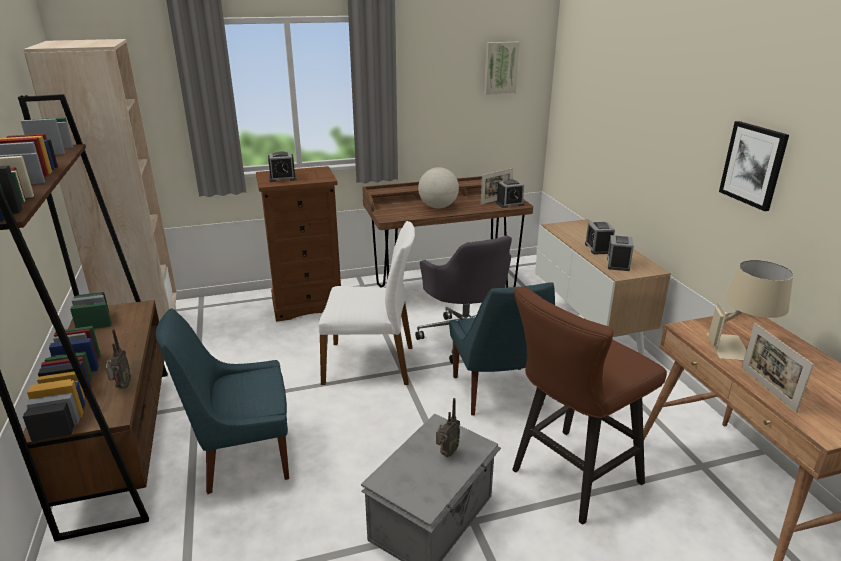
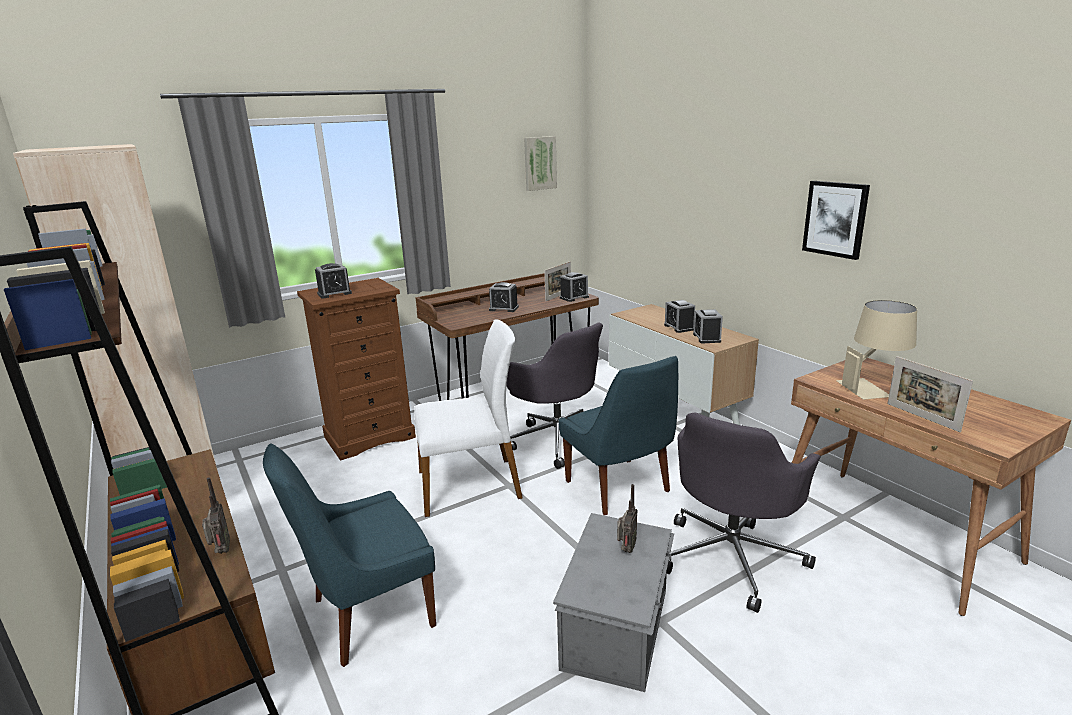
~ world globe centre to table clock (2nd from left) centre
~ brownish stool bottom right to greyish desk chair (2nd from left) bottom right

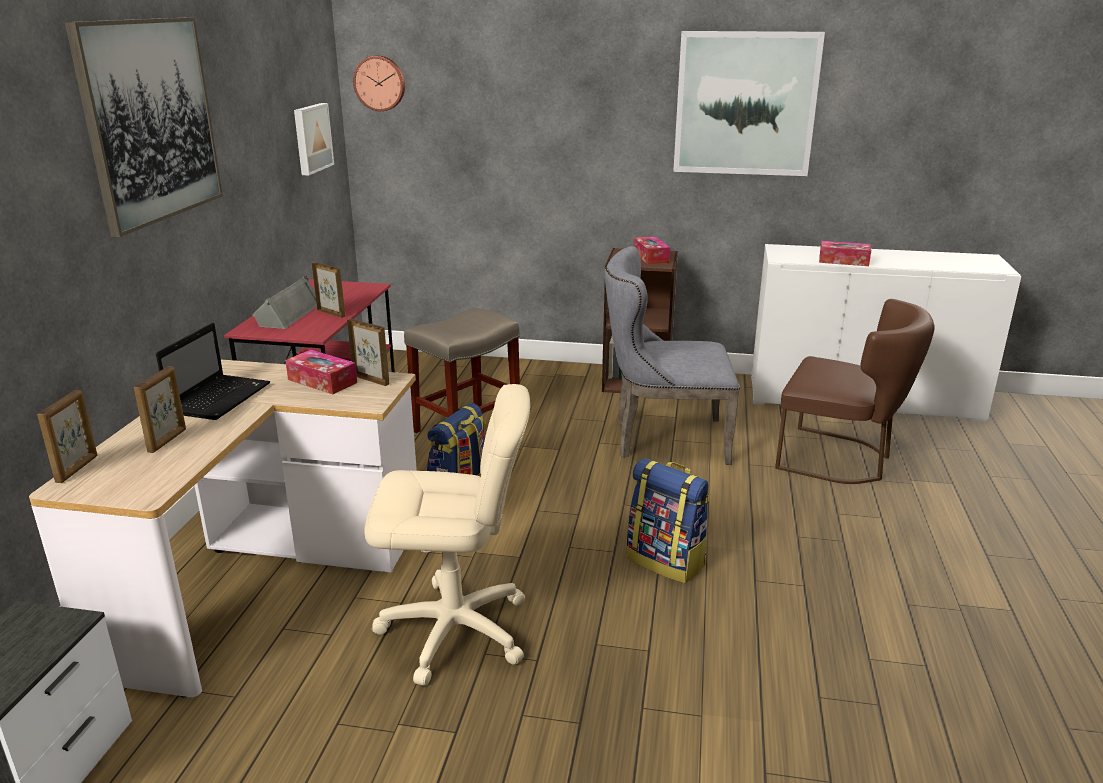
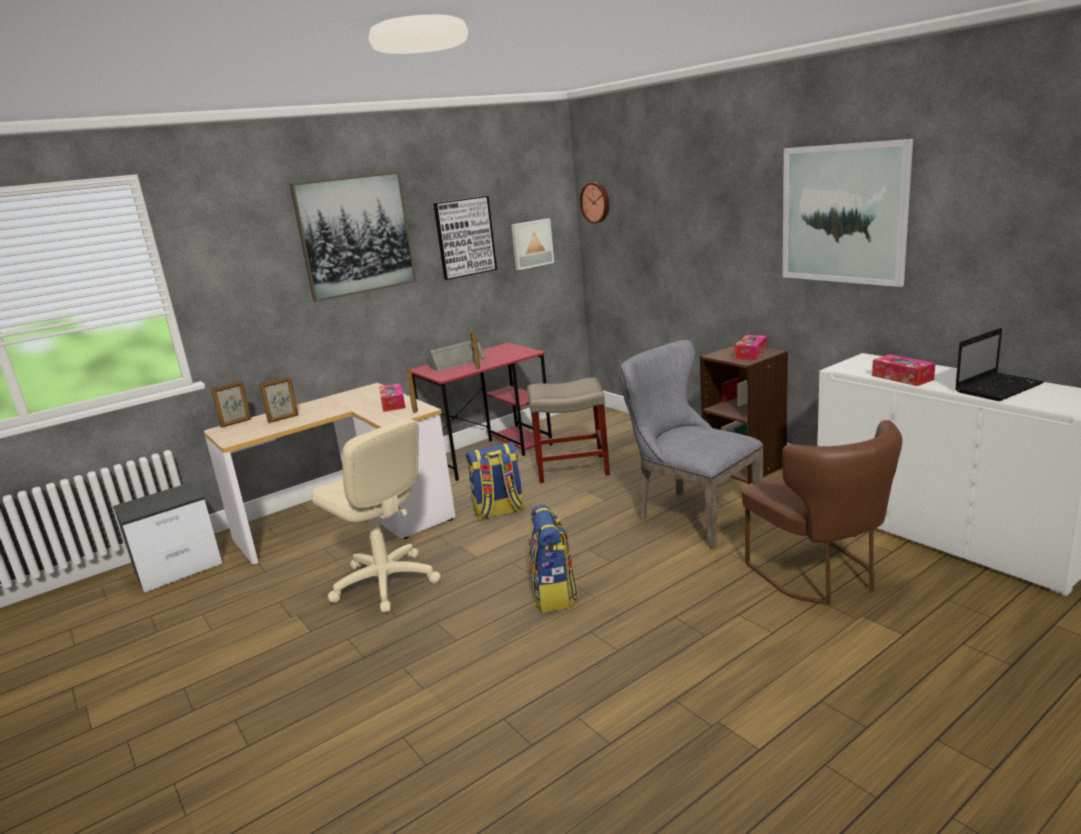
+ picture (2nd from left) top centre
~ laptop middle left to middle right

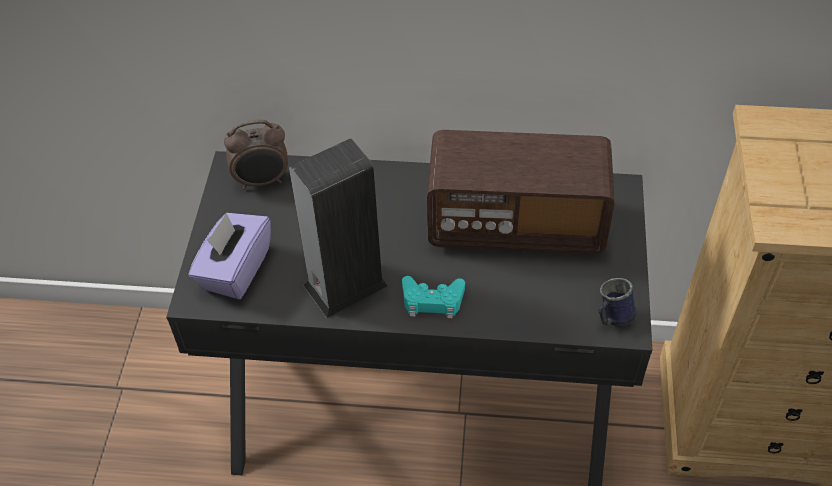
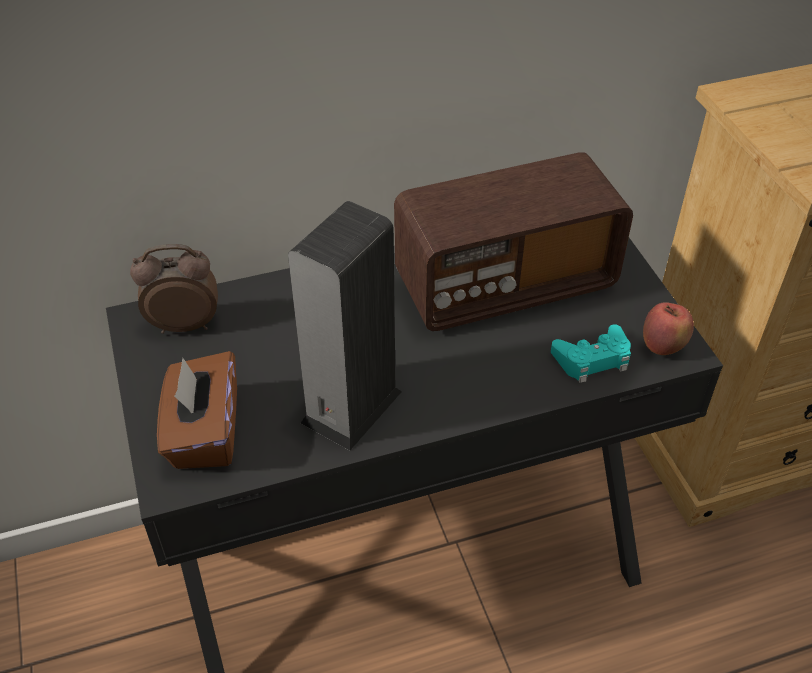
~ table clock top left = middle left 150 degrees counterclockwise
~ purple-coloured tissue box middle left to brownish tissue box middle left
~ turquoise gamepad centre to middle right
~ blue-coloured tea mug middle right to whole apple middle right

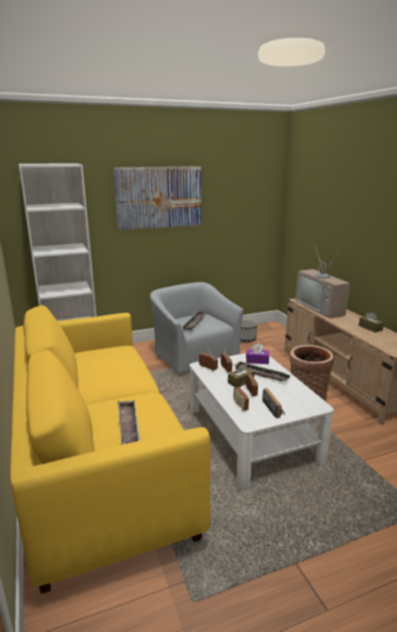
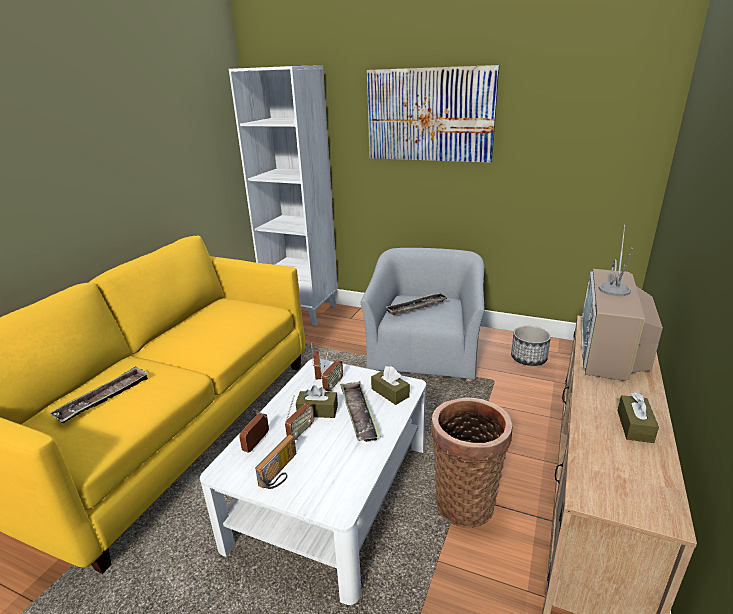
~ purple-coloured tissue box centre to brownish tissue box (2nd from left) centre

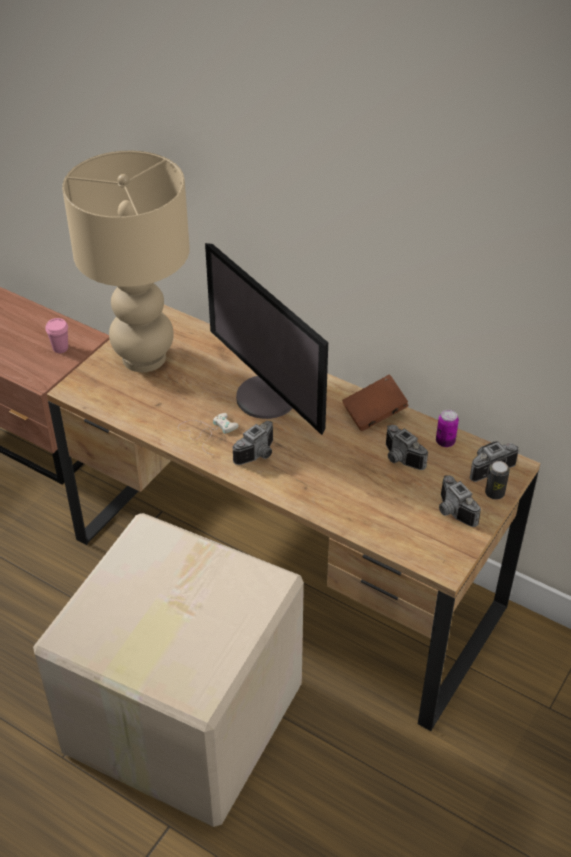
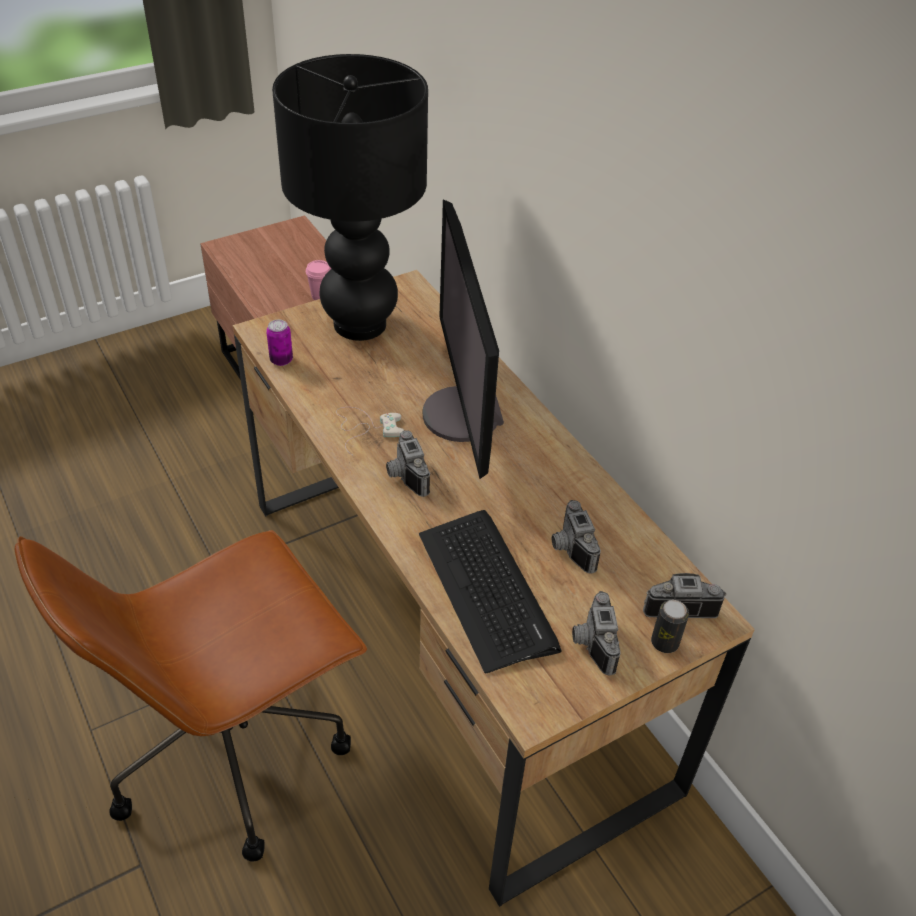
~ packing box bottom left to brownish desk chair bottom left
~ sealed can (1st from left) middle right to middle left
~ beige lamp for a table top left to black-coloured lamp for a table top centre
~ still camera (1st from left) centre = centre 90 degrees clockwise
+ computer keyboard centre
- brownish volume centre

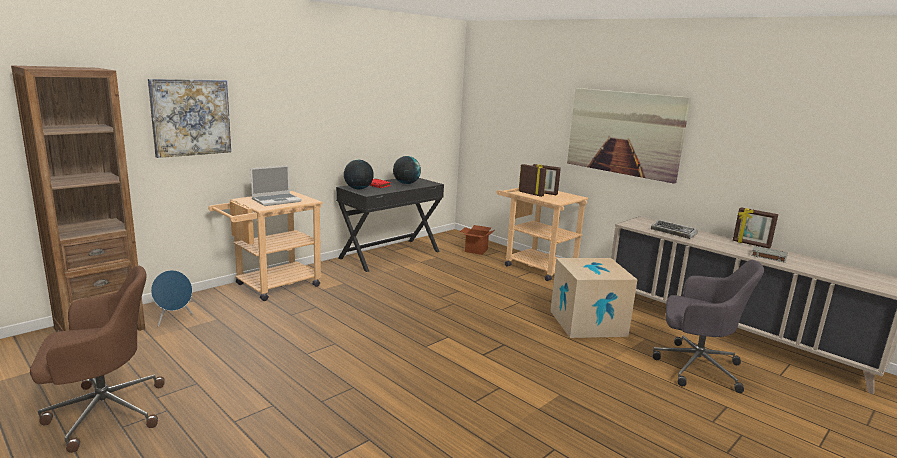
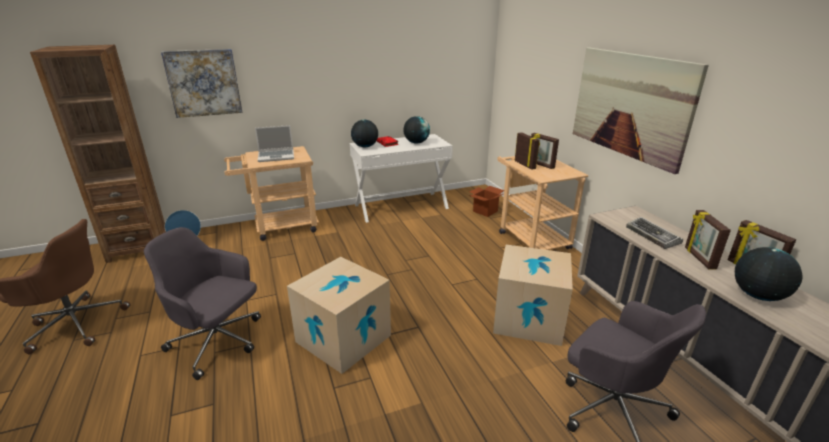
+ greyish desk chair (1st from left) bottom left
+ packing box (1st from left) bottom centre
~ black-coloured desk centre to whitish desk centre
+ standing frame (3rd from left) middle right
~ greyish volume middle right to world globe (3rd from left) middle right

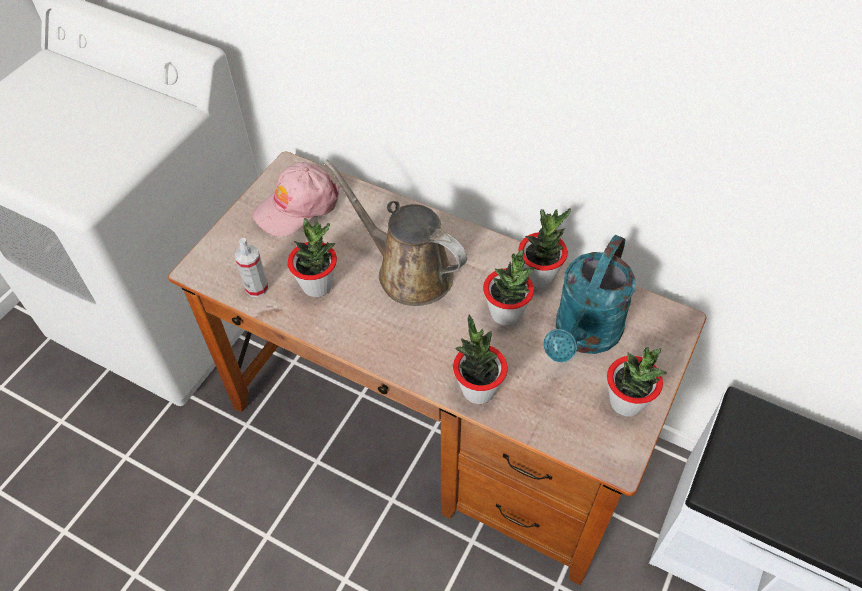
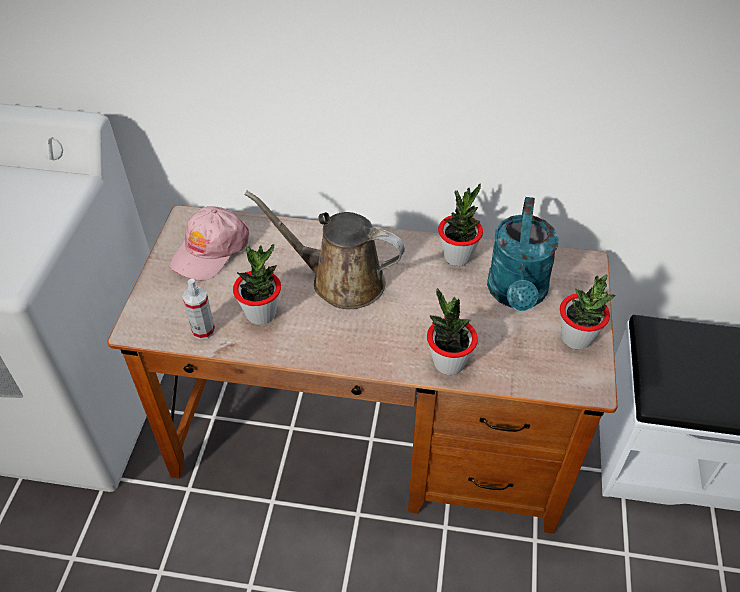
- plant in a pot (3rd from left) centre

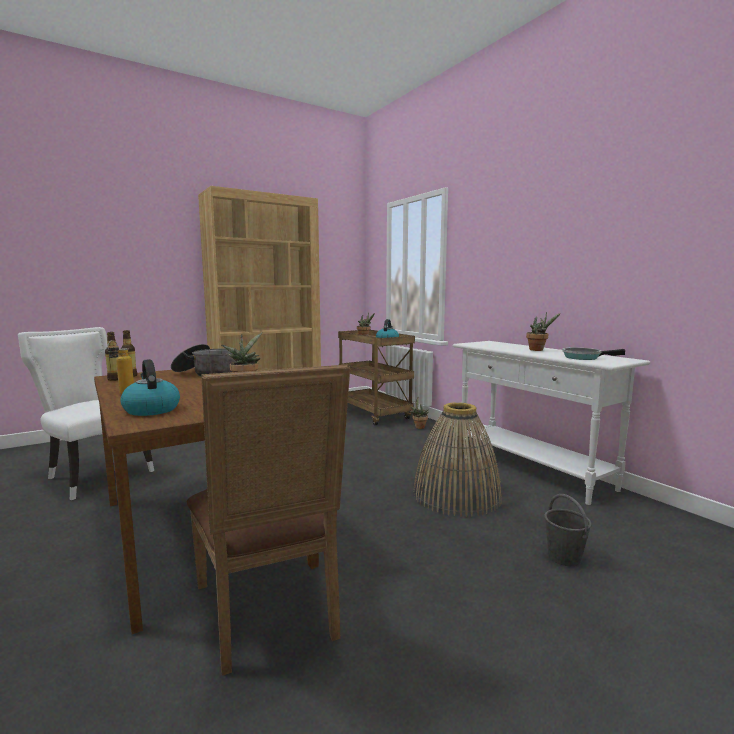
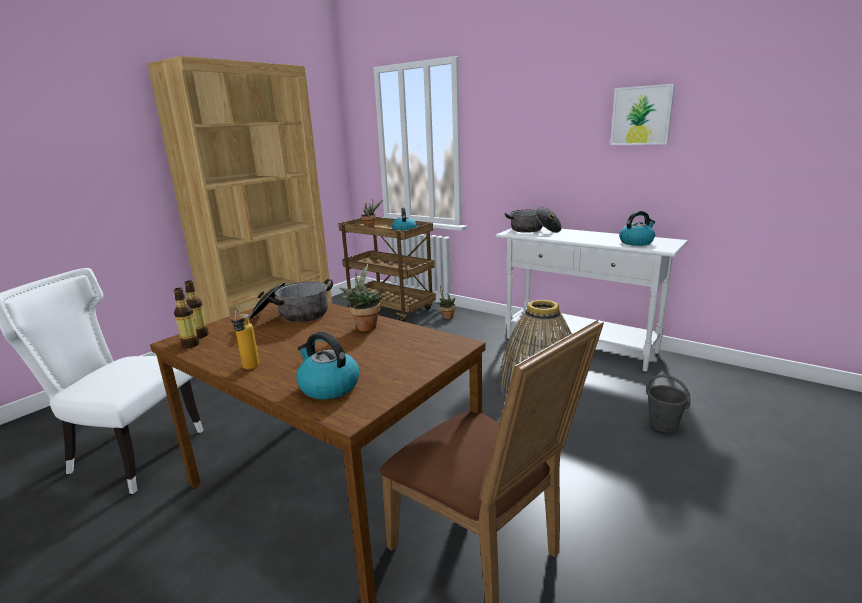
+ cooking pot (2nd from left) centre
+ picture top right
~ frying pan middle right to kettle (3rd from left) middle right
- plant in a pot (4th from left) middle right

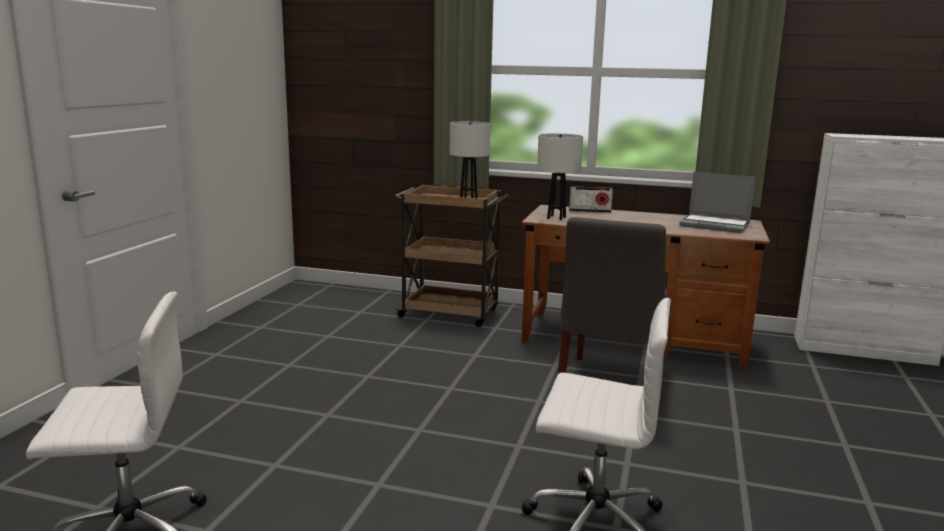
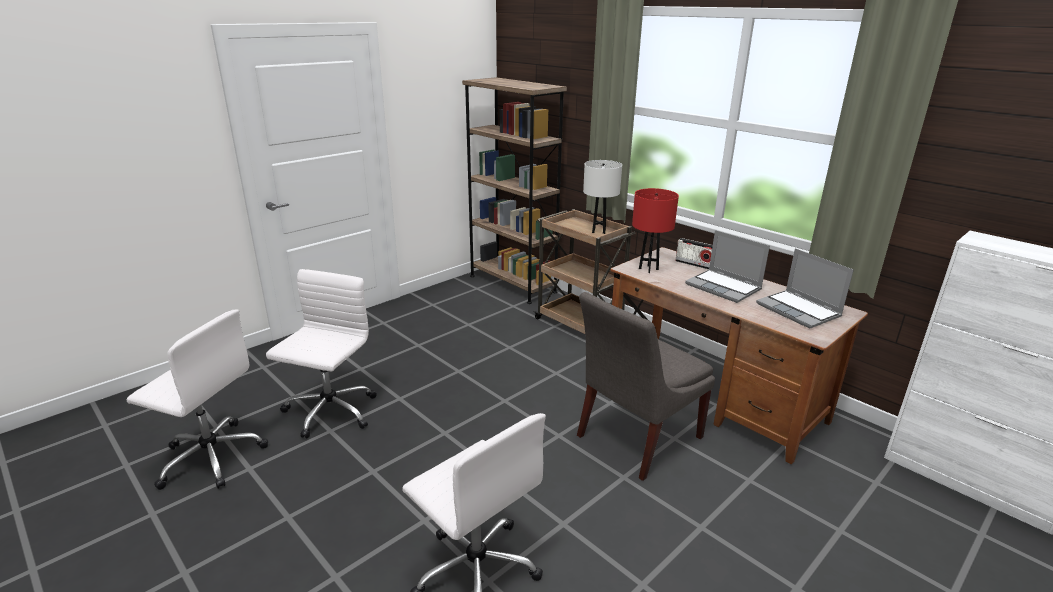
+ whitish desk chair (2nd from left) middle left
+ brownish bookshelf top centre
~ whitish lamp for a table (2nd from left) top centre to reddish lamp for a table centre
+ laptop (1st from left) middle right

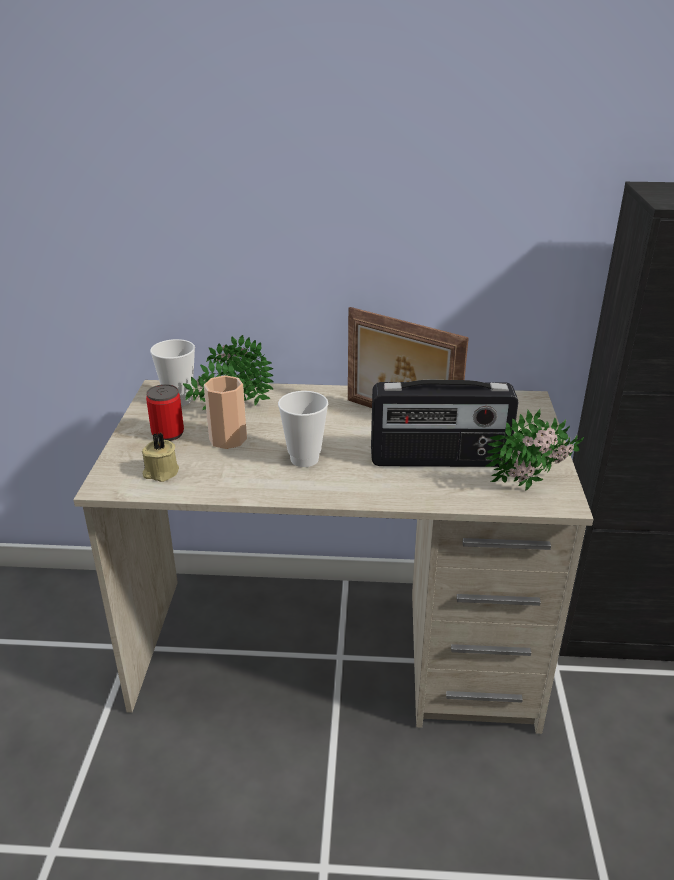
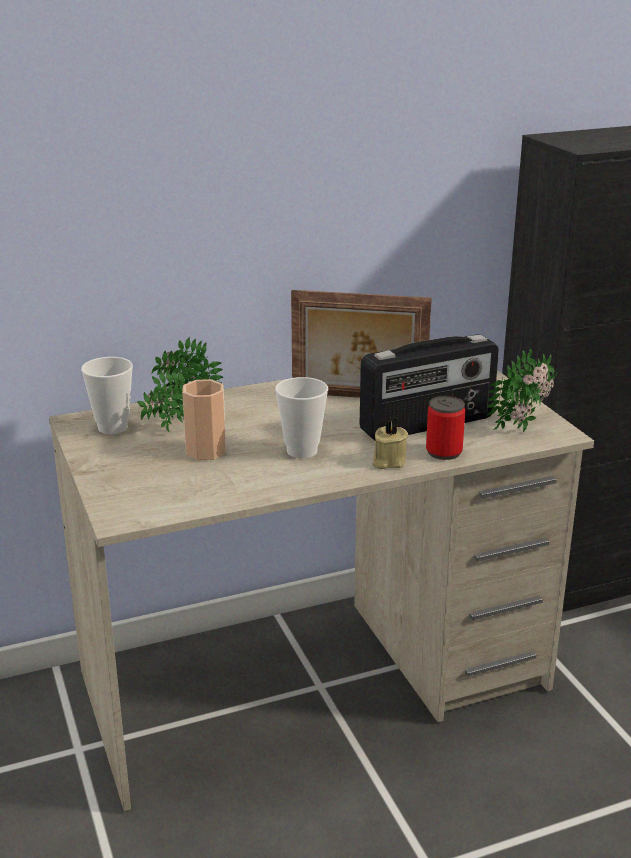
~ beige wax candle middle left to centre
~ sealed can middle left to middle right

